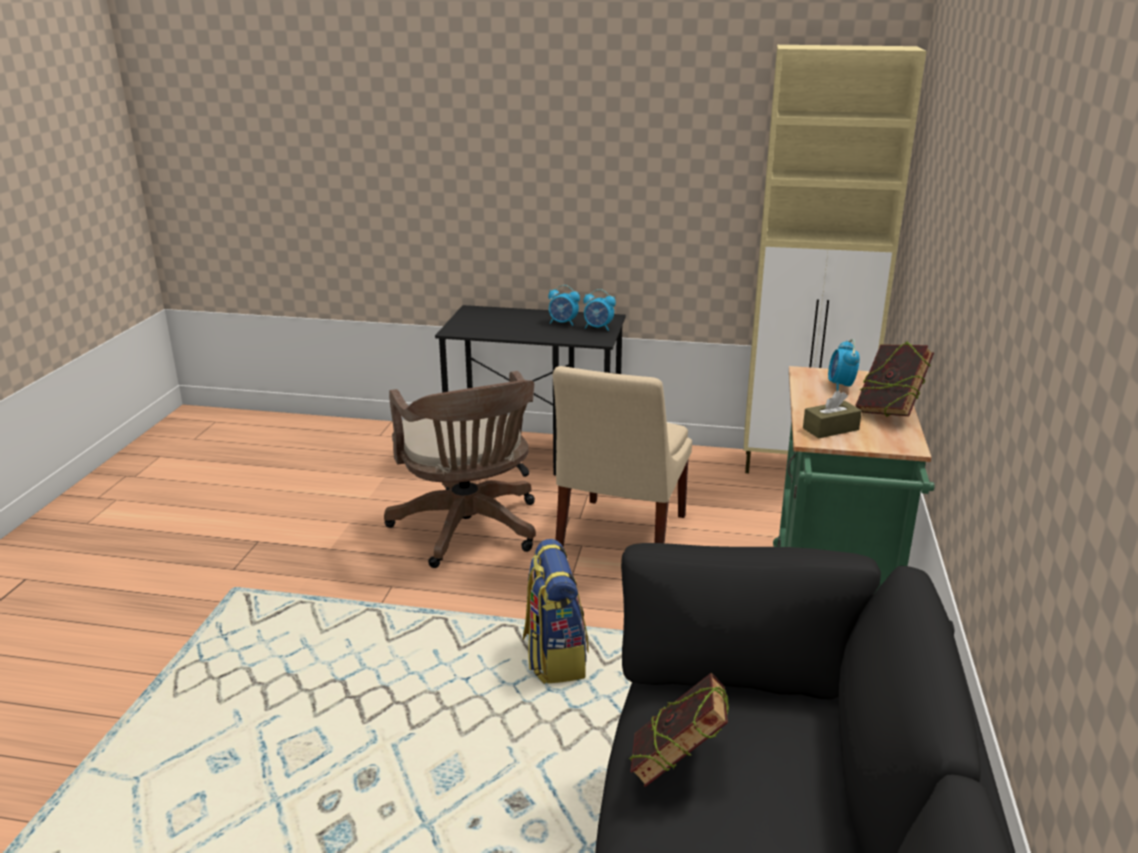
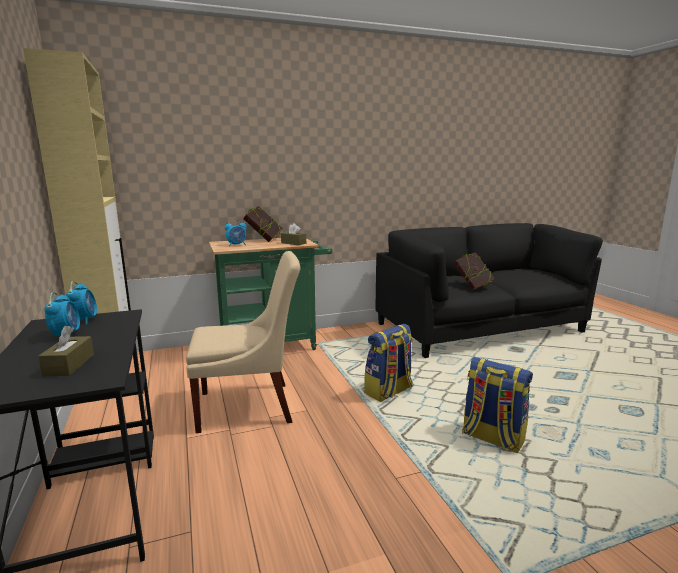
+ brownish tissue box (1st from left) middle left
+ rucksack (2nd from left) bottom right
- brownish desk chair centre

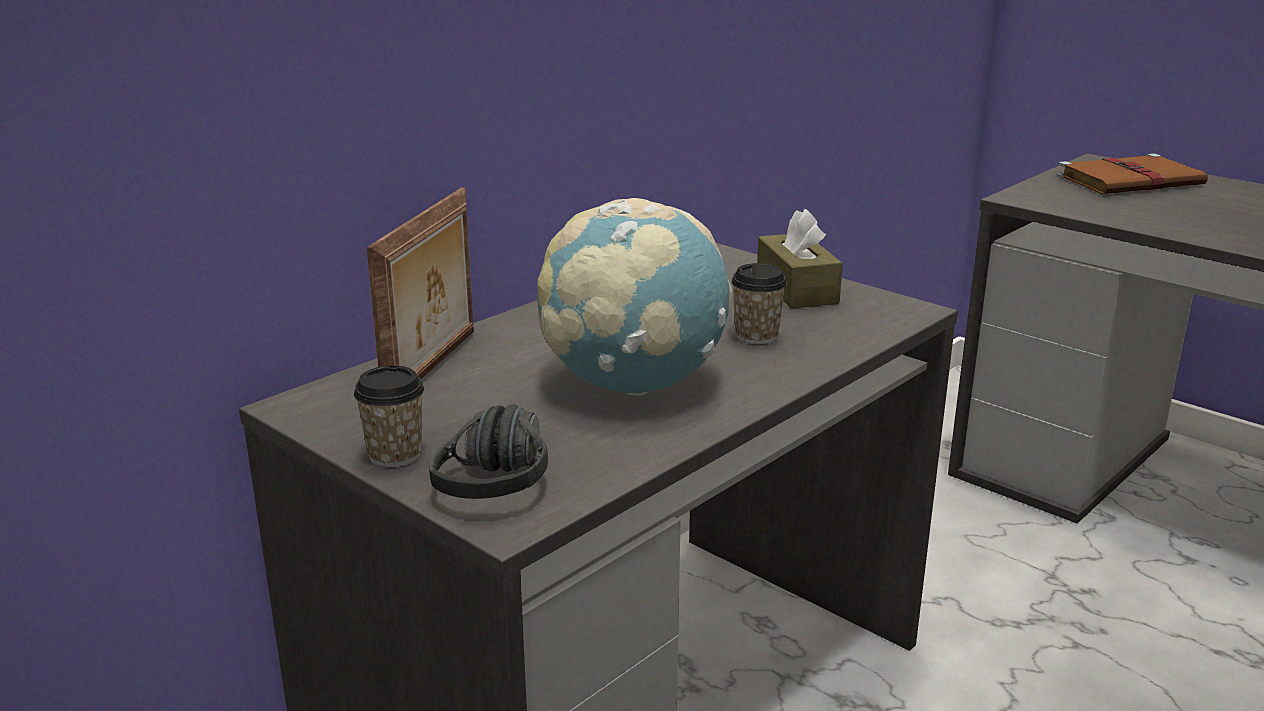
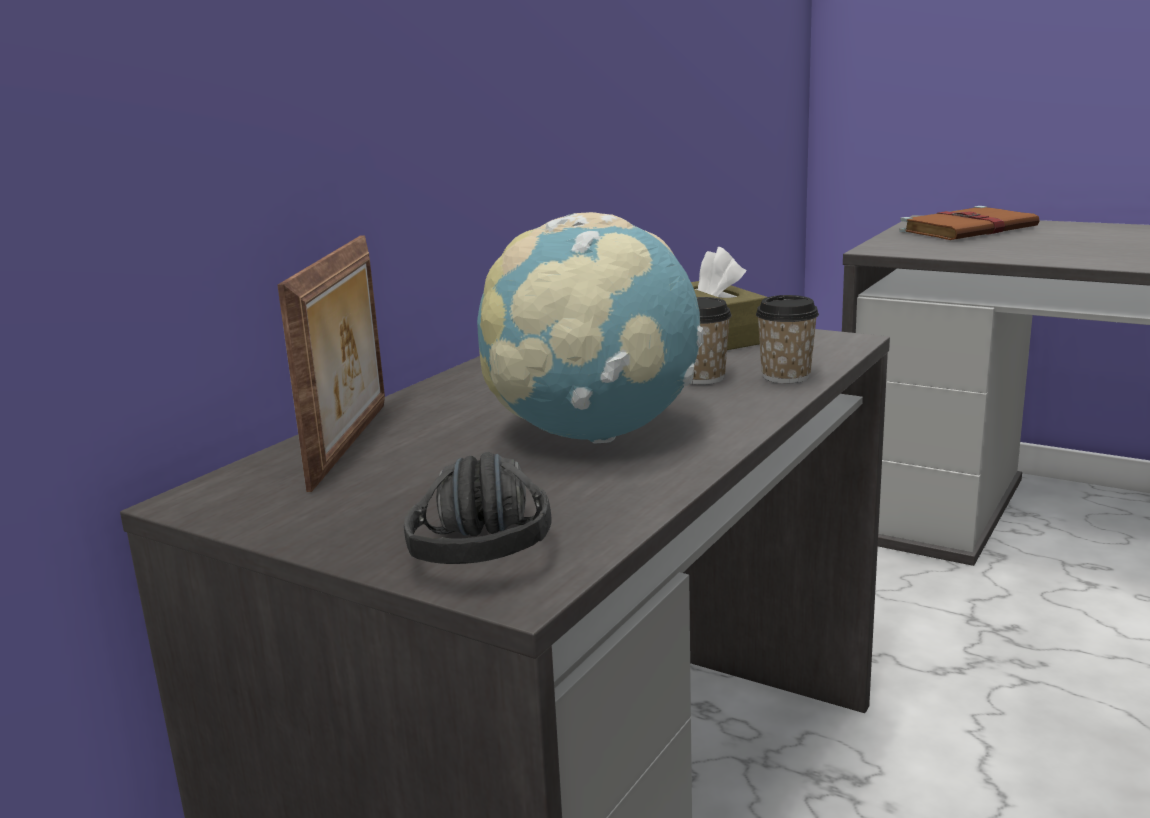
~ small cup (1st from left in the first image) middle left to small cup (2nd from left) middle right

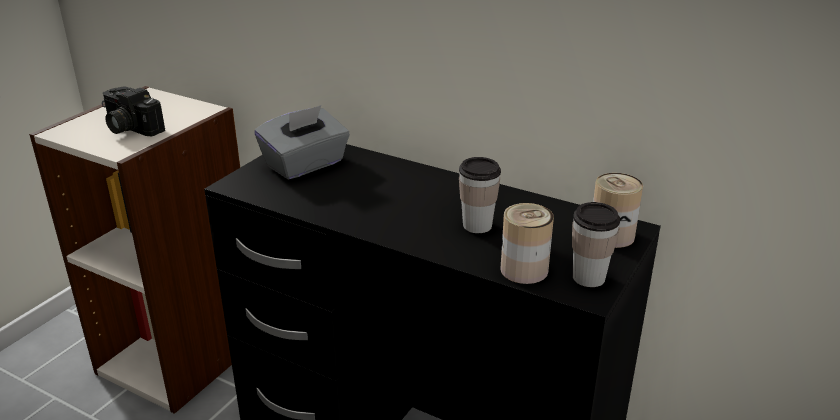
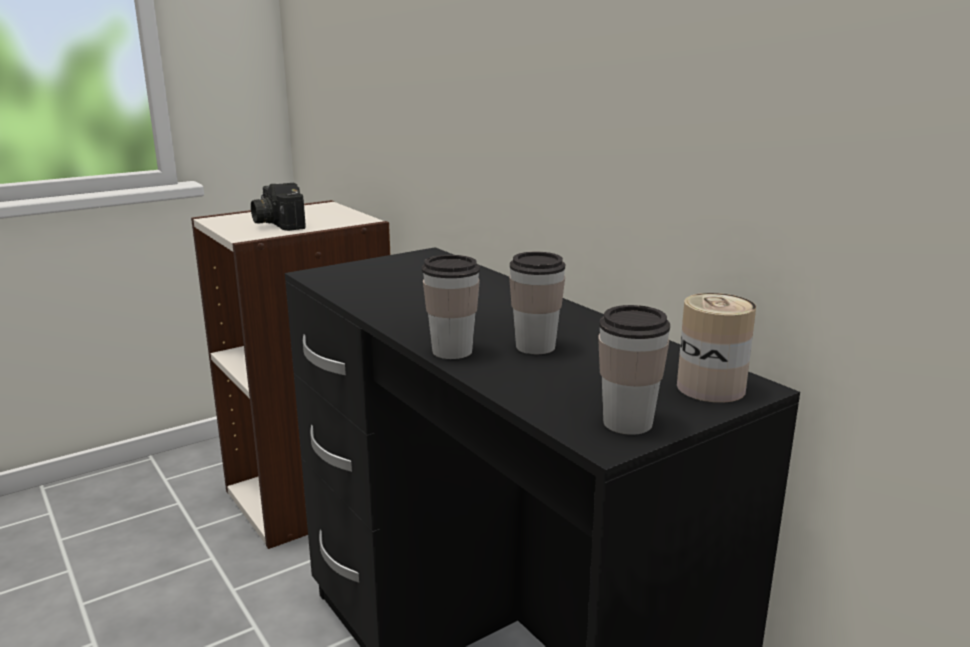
+ small cup (1st from left) centre
- greyish tissue box centre
- sealed can (1st from left) centre

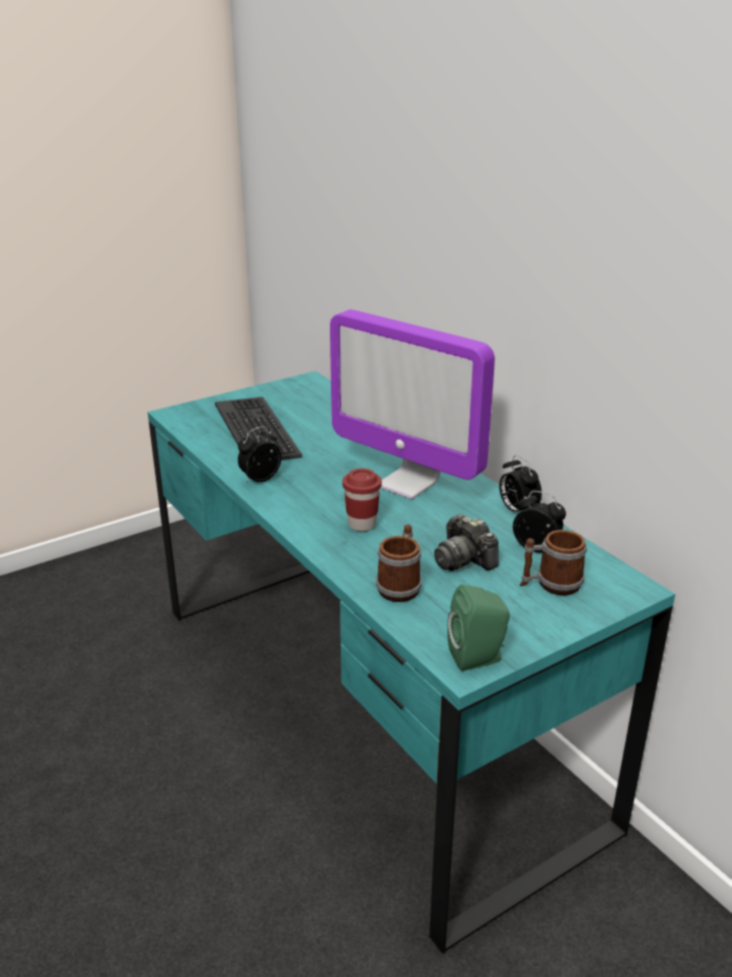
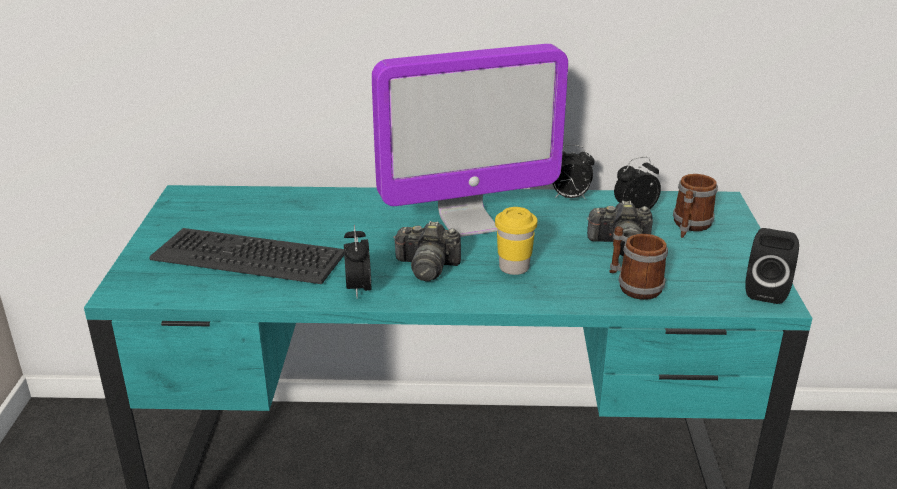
+ still camera (1st from left) centre
~ reddish small cup centre to yellowish small cup centre
~ greenish loudspeaker centre to black-coloured loudspeaker middle right

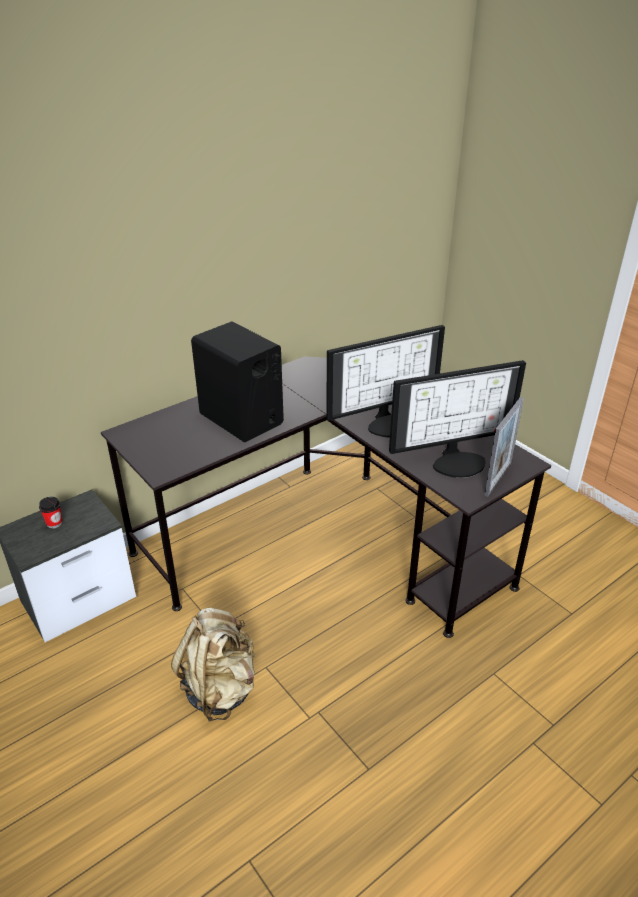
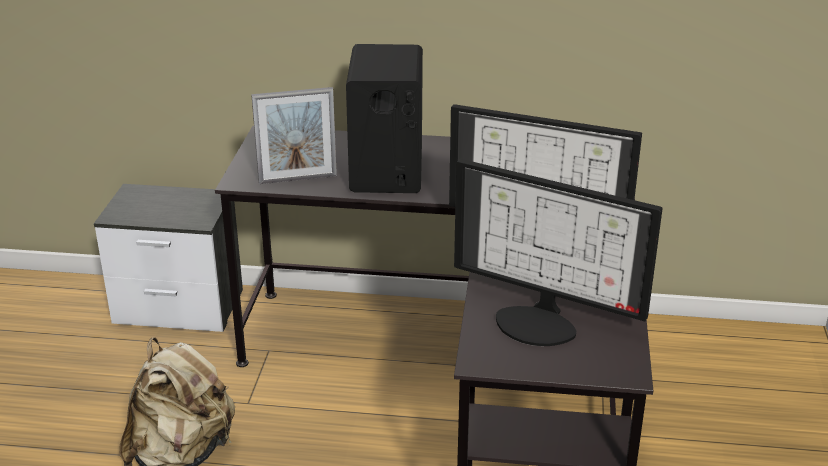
~ standing frame middle right to top centre
- small cup middle left

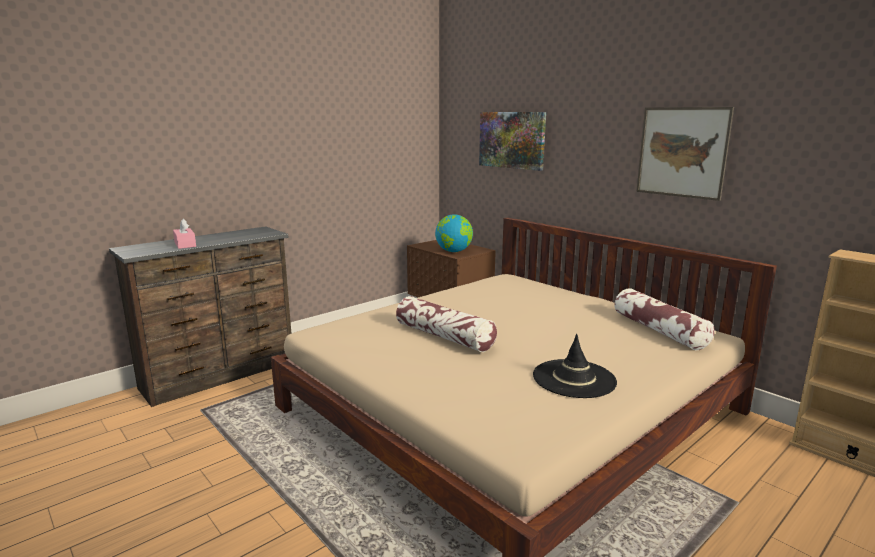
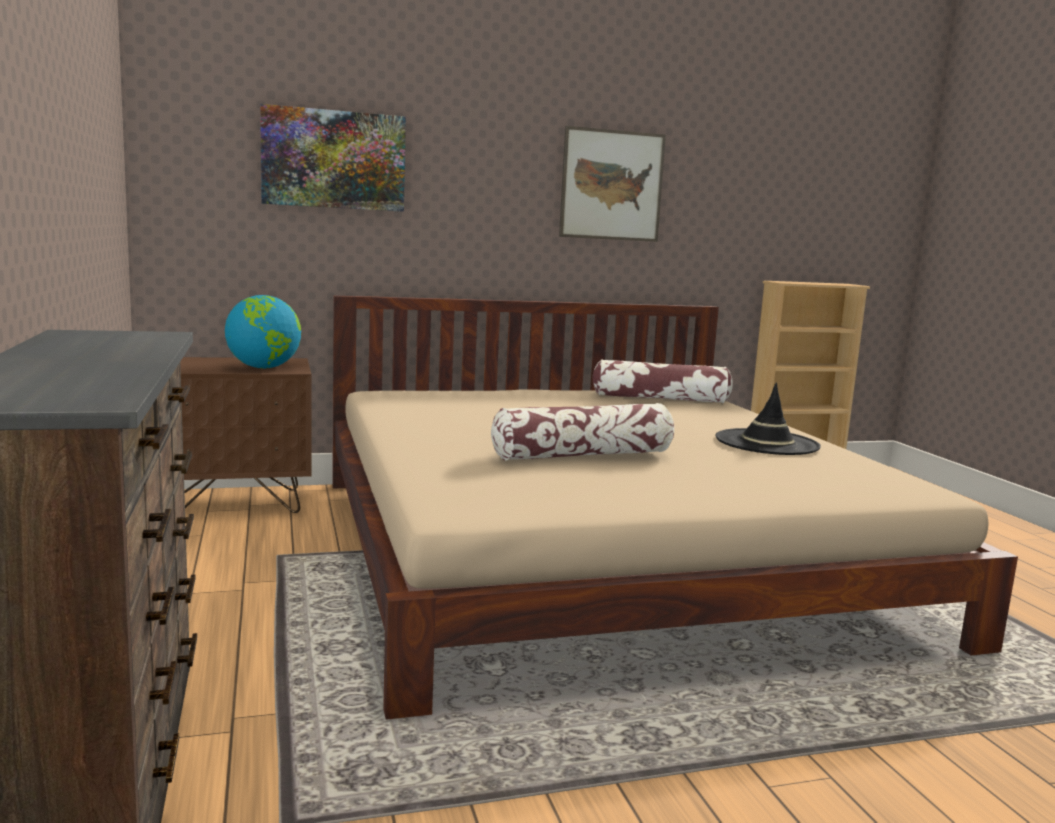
- pink-coloured tissue box middle left

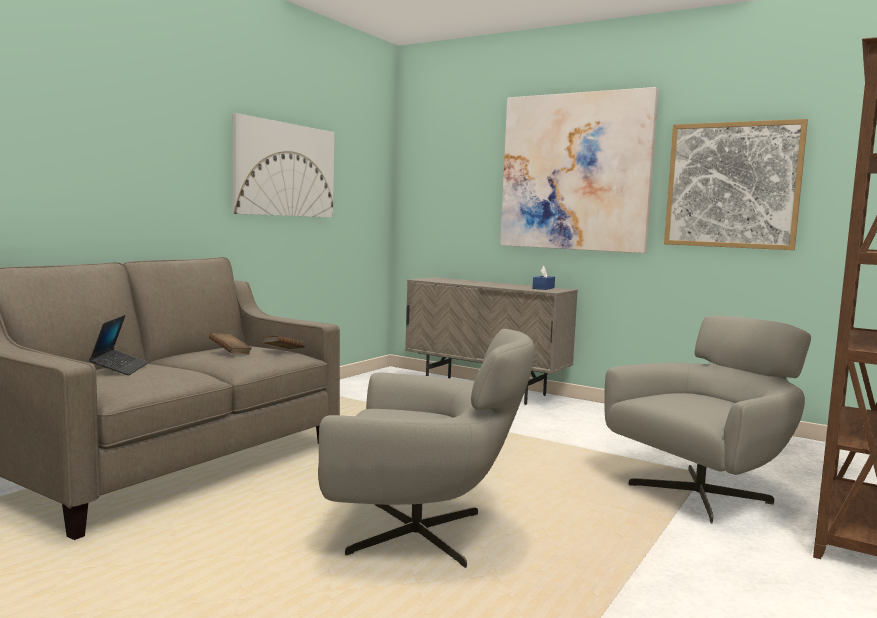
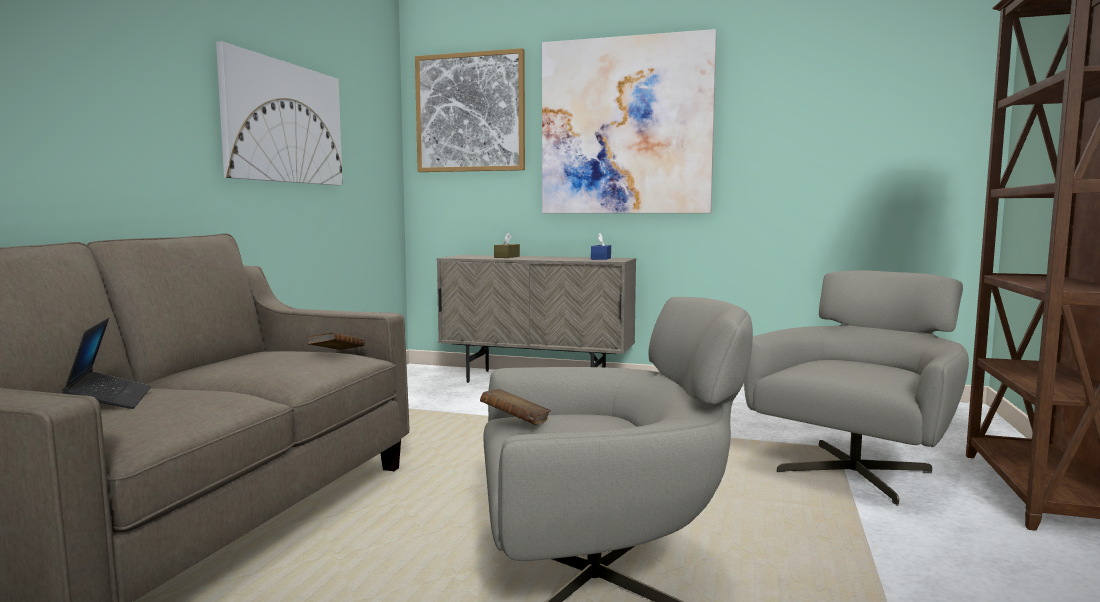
~ picture (3rd from left in the first image) top right to picture (2nd from left) top centre
~ brownish volume (1st from left in the first image) middle left to brownish volume (2nd from left) bottom centre
+ brownish tissue box centre

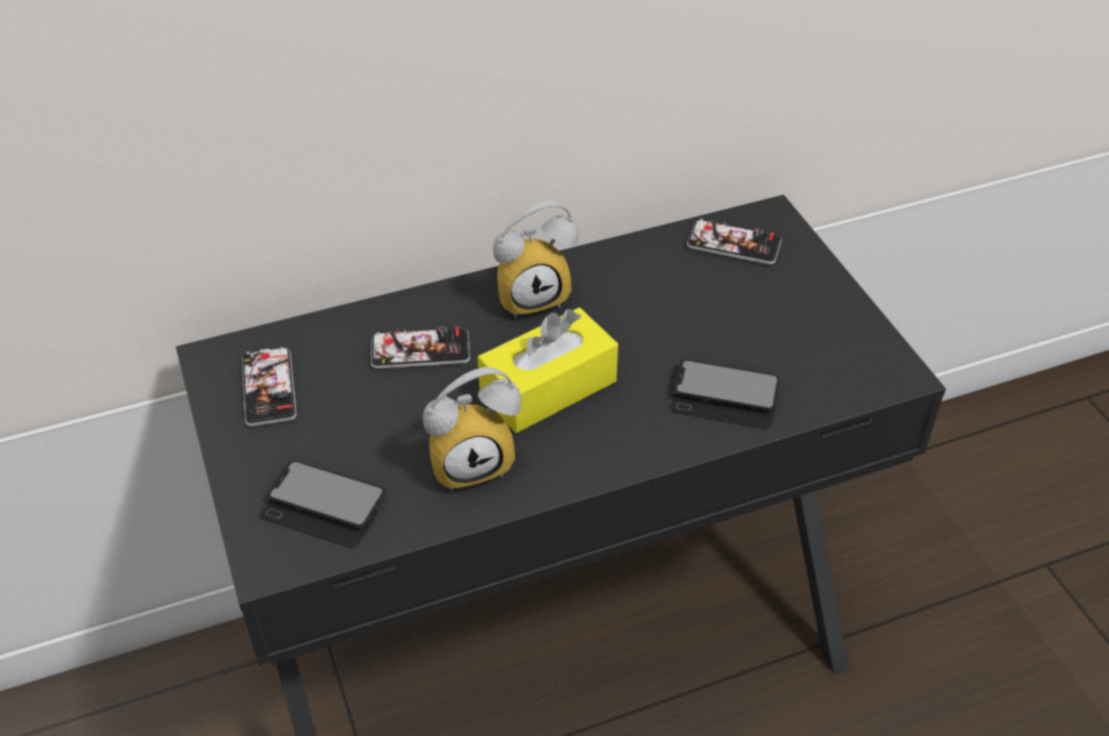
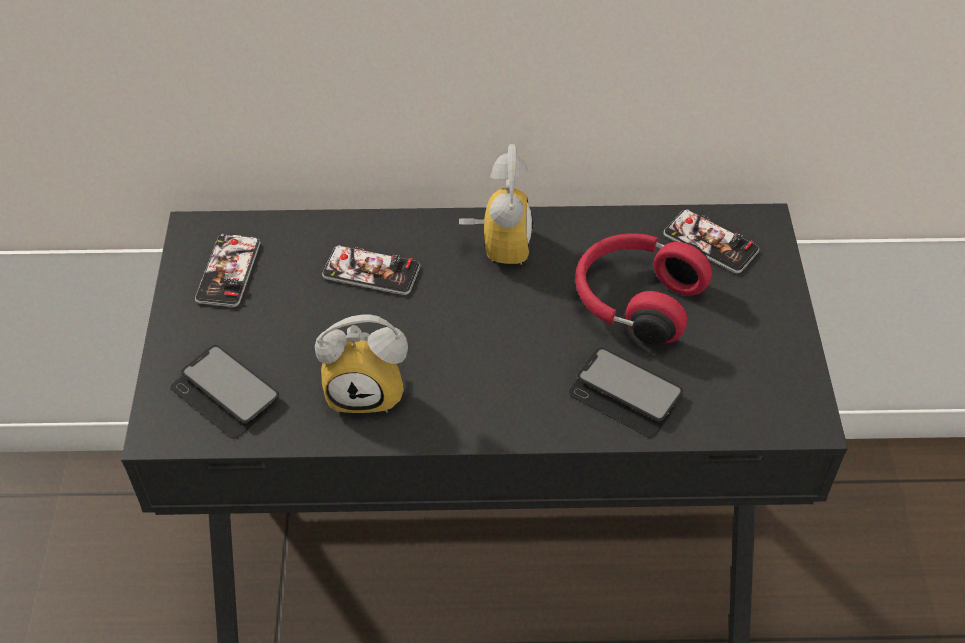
~ table clock (2nd from left) centre = top centre 90 degrees counterclockwise
+ reddish headset centre
- yellowish tissue box centre

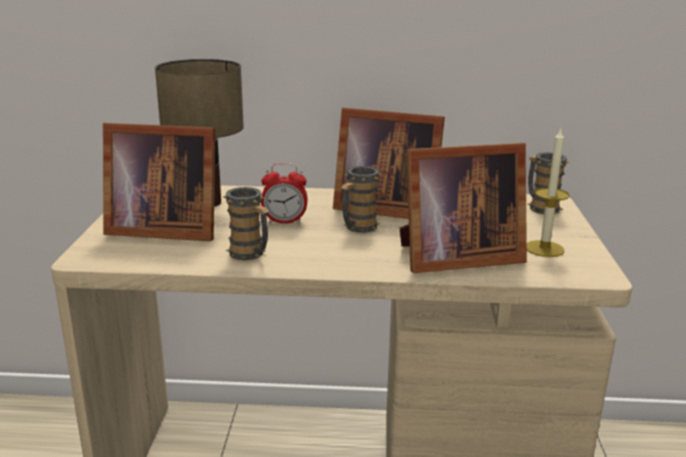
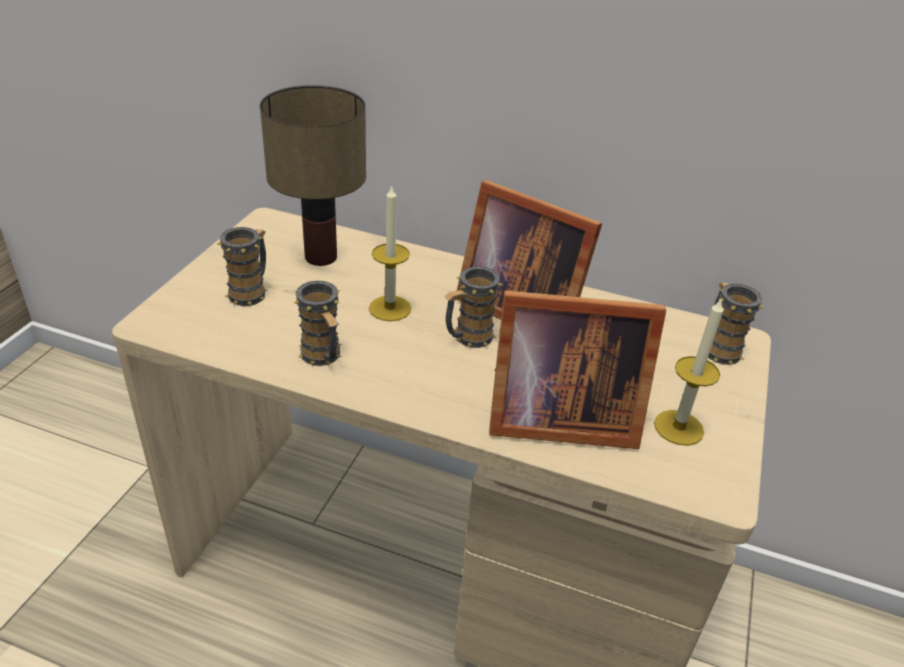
~ standing frame (1st from left) middle left to tea mug (1st from left) middle left
~ table clock centre to wax candle (1st from left) centre

